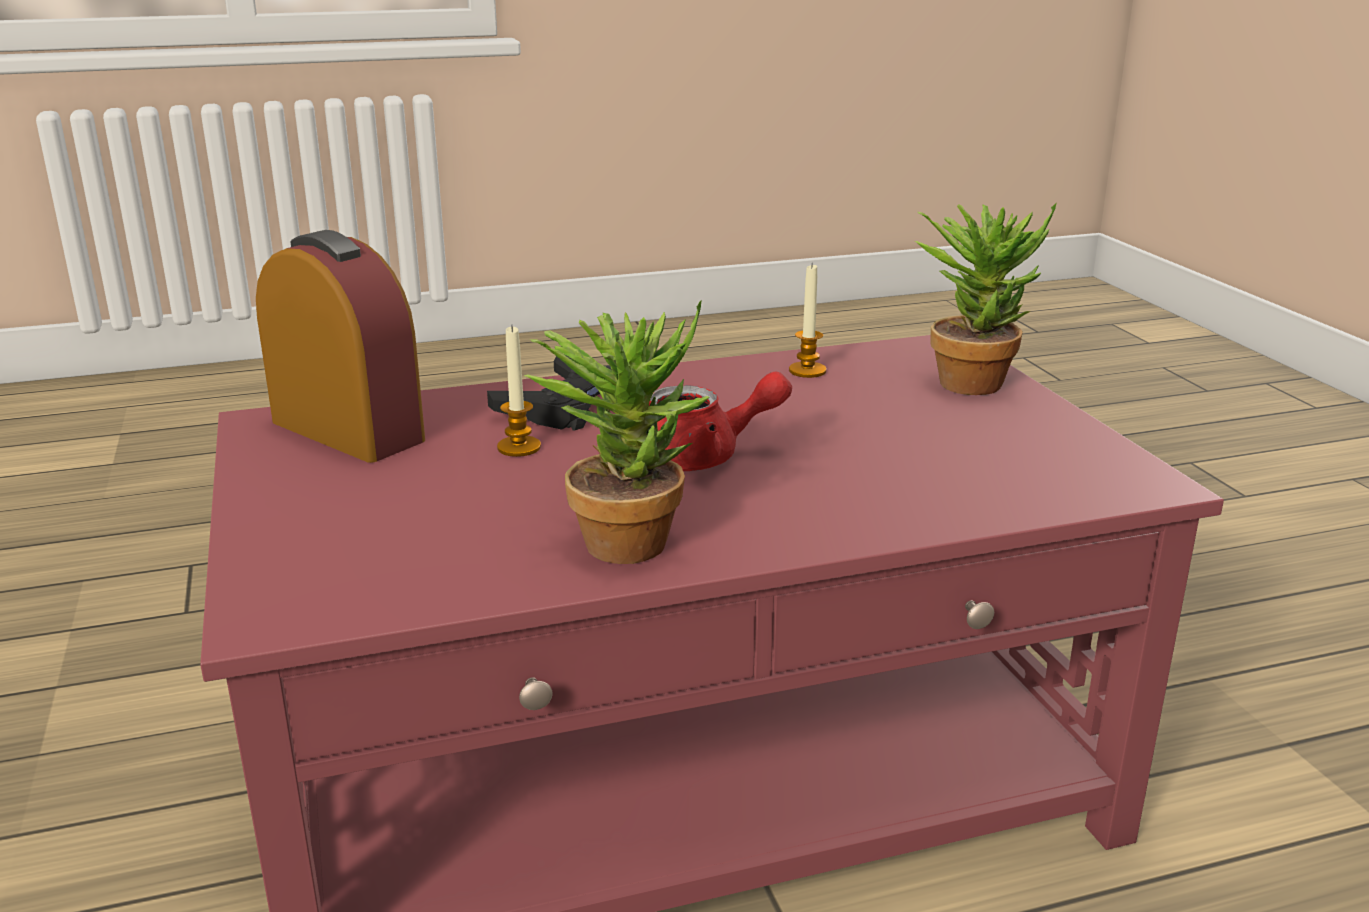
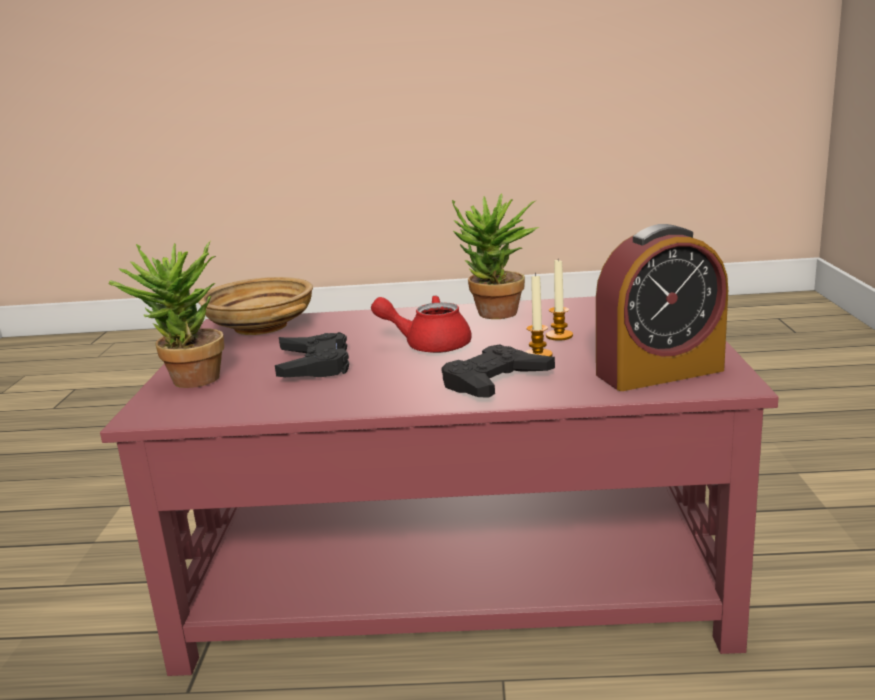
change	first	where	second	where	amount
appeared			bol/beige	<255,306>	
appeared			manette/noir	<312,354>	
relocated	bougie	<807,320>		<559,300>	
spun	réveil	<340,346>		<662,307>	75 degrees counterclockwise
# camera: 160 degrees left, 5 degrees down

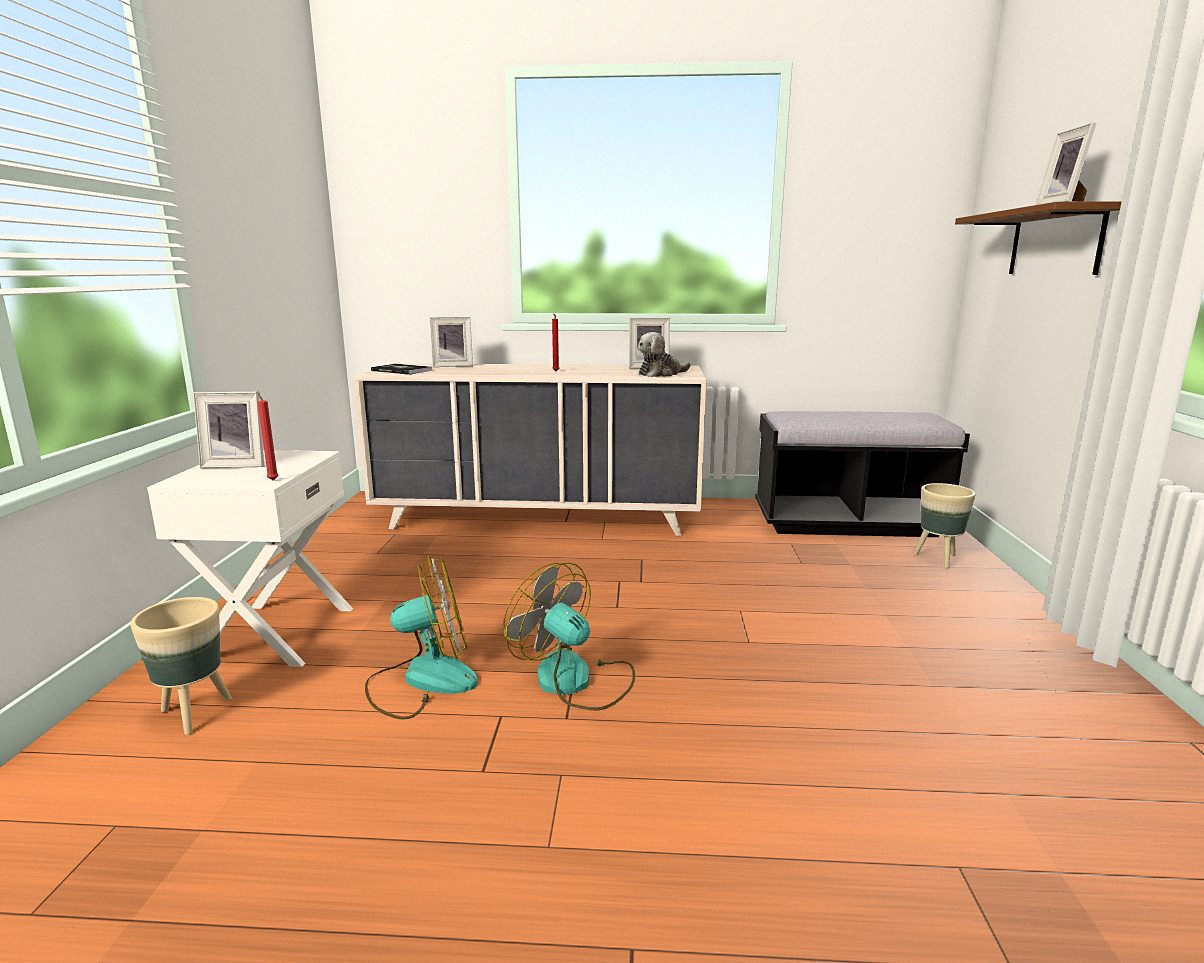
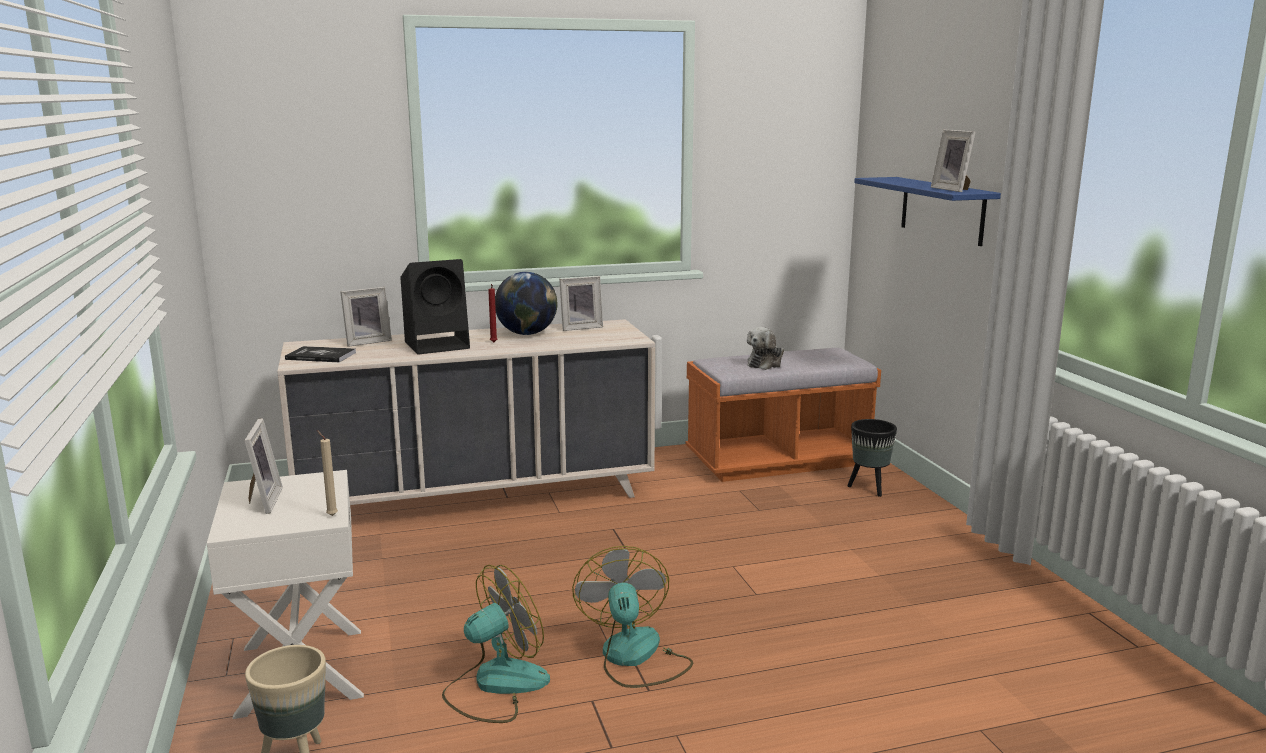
change	first	where	second	where	amount
spun	cadre photo	<228,430>		<263,466>	75 degrees counterclockwise
colour	bougie/rouge	<268,436>	bougie/beige	<327,473>	
appeared			enceinte/noir	<435,307>	
appeared			globe	<526,303>	
spun	ventilateur	<569,636>		<632,617>	60 degrees clockwise
colour	banc/noir	<862,474>	banc/orange	<783,415>	
relocated	peluche	<664,354>		<765,348>	
colour	cache-pot/beige	<944,526>	cache-pot/noir	<872,458>	
colour	étagère/marron	<1038,238>	étagère/bleu	<927,211>	
# camera: 20 degrees left, 0 degrees up

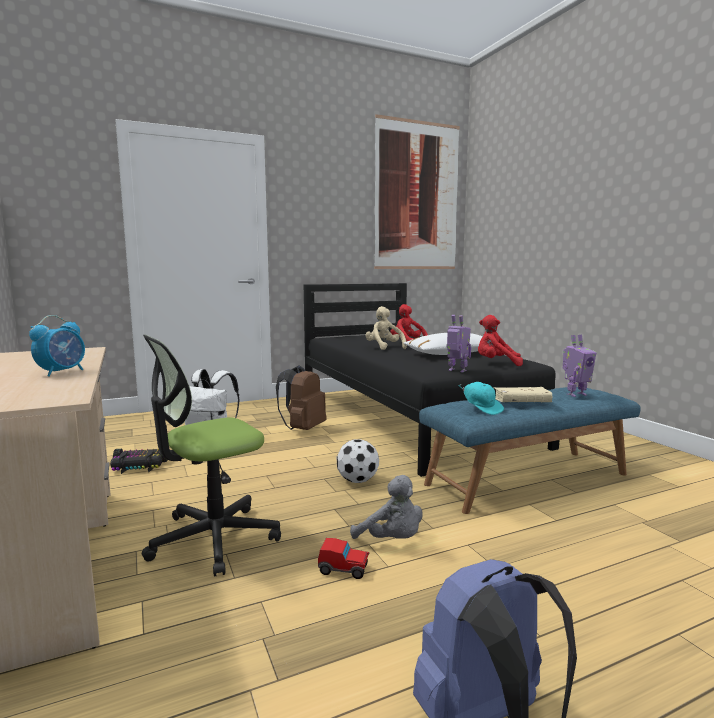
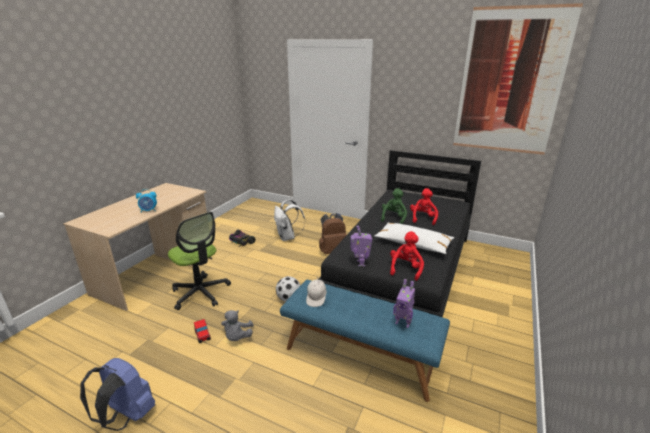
change	first	where	second	where	amount
spun	chaise de bureau	<211,456>		<199,261>	150 degrees counterclockwise
colour	casquette/turquoise	<481,398>	casquette/blanc	<316,292>	
colour	peluche/beige	<386,328>	peluche/vert	<394,206>	
spun	peluche/rouge	<500,340>		<407,256>	45 degrees clockwise
missing	livre/beige	<523,394>			
# camera: 50 degrees right, 15 degrees up

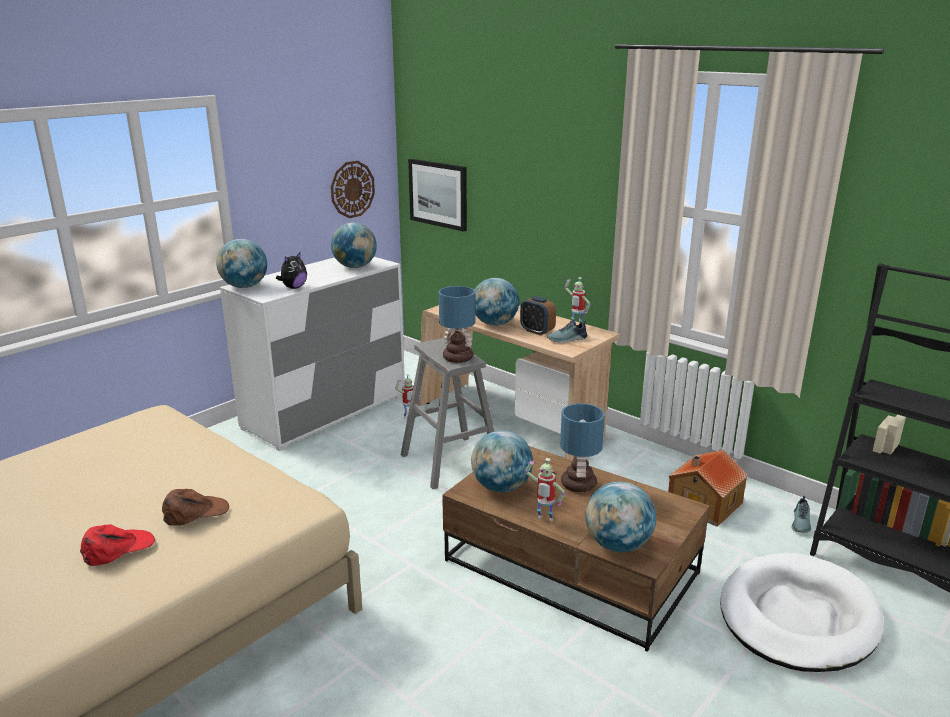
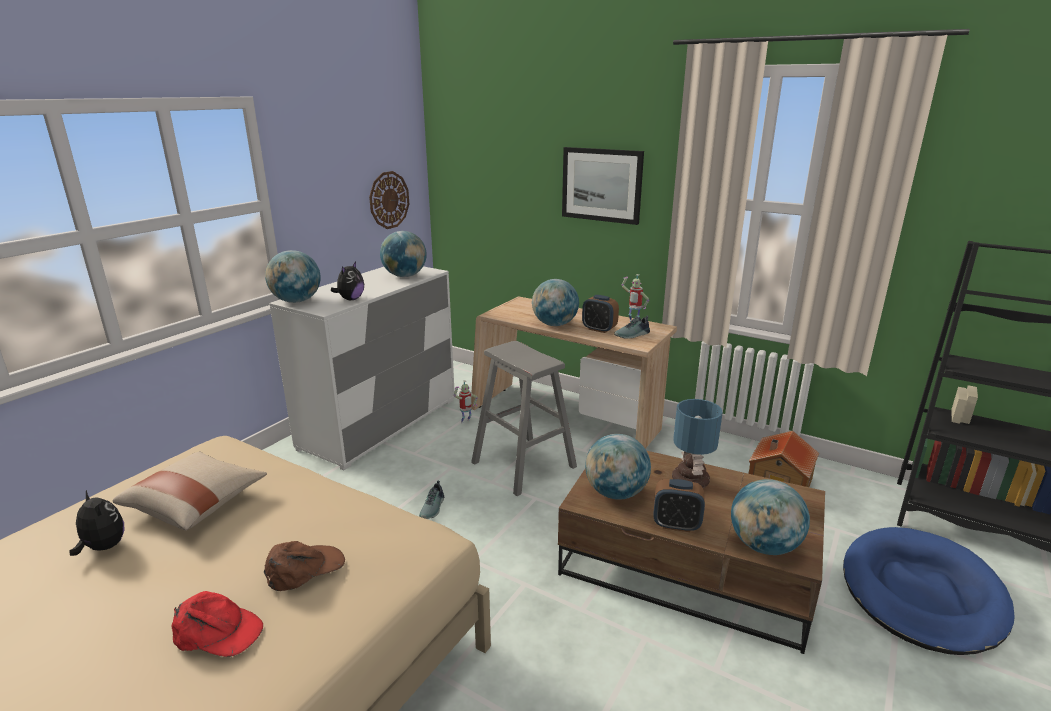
change	first	where	second	where	amount
appeared			peluche	<97,523>	
appeared			coussin/beige	<190,491>	
spun	casquette/rouge	<117,545>		<217,624>	60 degrees clockwise
relocated	chaussure	<801,514>		<431,499>	
relocated	tableau	<437,195>		<603,186>	
exchanged	robot jouet	<545,489>	réveil	<679,505>	
colour	panier pour chien/blanc	<802,612>	panier pour chien/bleu	<929,591>	
missing	lampe de table	<457,324>			
# camera: 10 degrees left, 0 degrees up

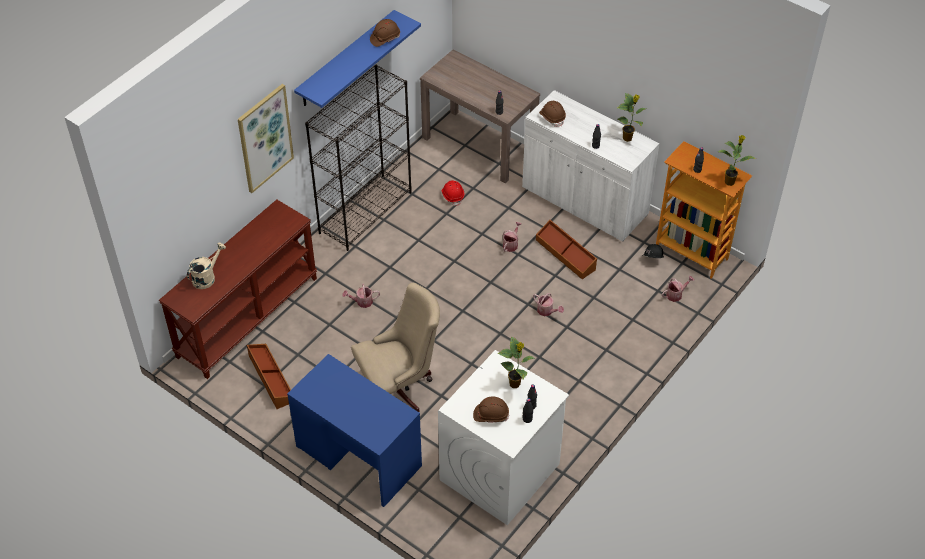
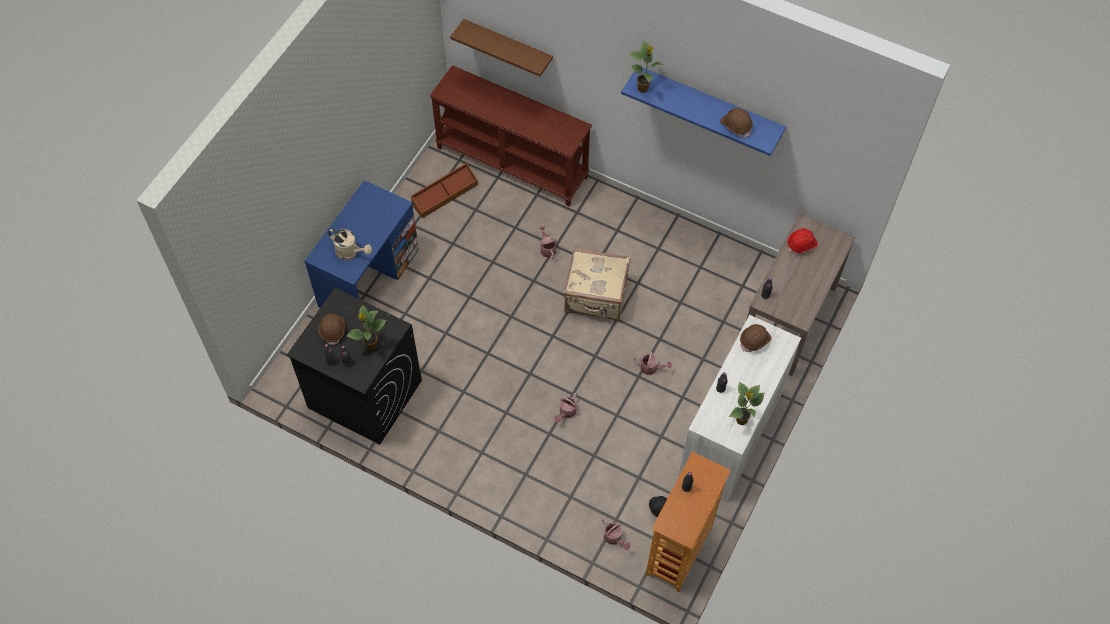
change	first	where	second	where	amount
colour	lave-linge/blanc	<503,437>	lave-linge/noir	<354,366>	
relocated	arrosoir/beige	<206,265>		<350,244>	
appeared			étagère/marron	<501,47>	
appeared			valise/beige	<596,284>	
relocated	plante en pot	<737,160>		<646,66>	
relocated	casque de chantier/rouge	<453,193>		<802,241>	
missing	tableau	<266,138>			
missing	bibliothèque/noir	<358,158>			
missing	chaise de bureau/beige	<395,347>			
missing	boîte de rangement/marron	<566,249>			
# camera: 80 degrees right, 10 degrees up

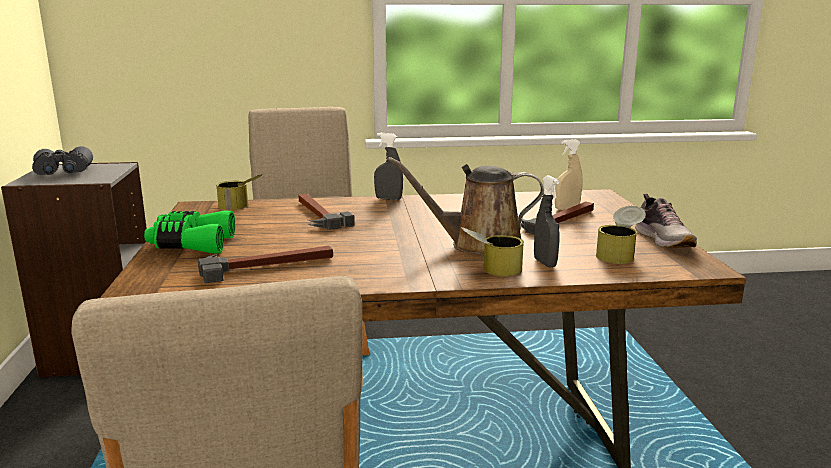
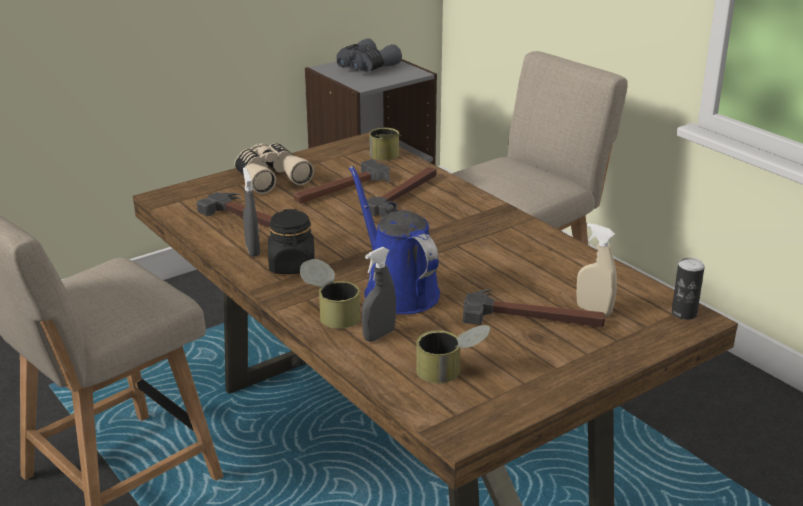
change	first	where	second	where	amount
colour	jumelles/vert	<189,232>	jumelles/beige	<274,168>	
relocated	vaporisateur/gris	<388,166>		<251,212>	
appeared			bocal/noir	<291,241>	
appeared			marteau	<342,181>	
colour	arrosoir/marron	<466,206>	arrosoir/bleu	<394,240>	
appeared			boîte métallique	<688,289>	
missing	chaussure	<666,221>			
# camera: 60 degrees right, 10 degrees up

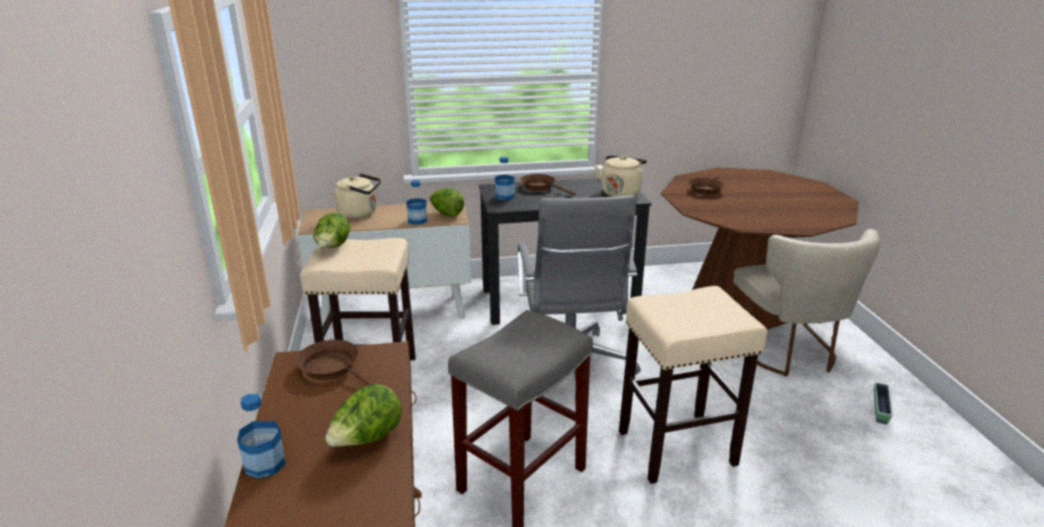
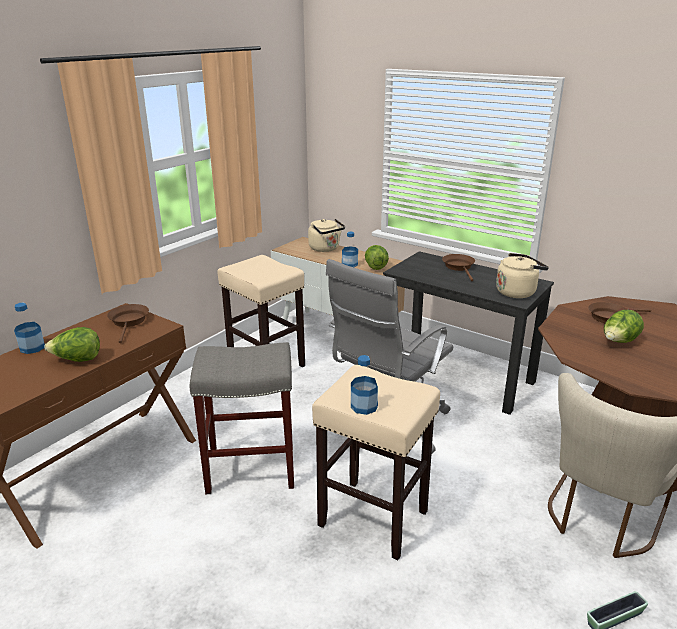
change	first	where	second	where	amount
relocated	bouteille	<505,178>		<364,385>	
relocated	laitue	<332,230>		<624,326>	
# camera: 45 degrees right, 0 degrees up

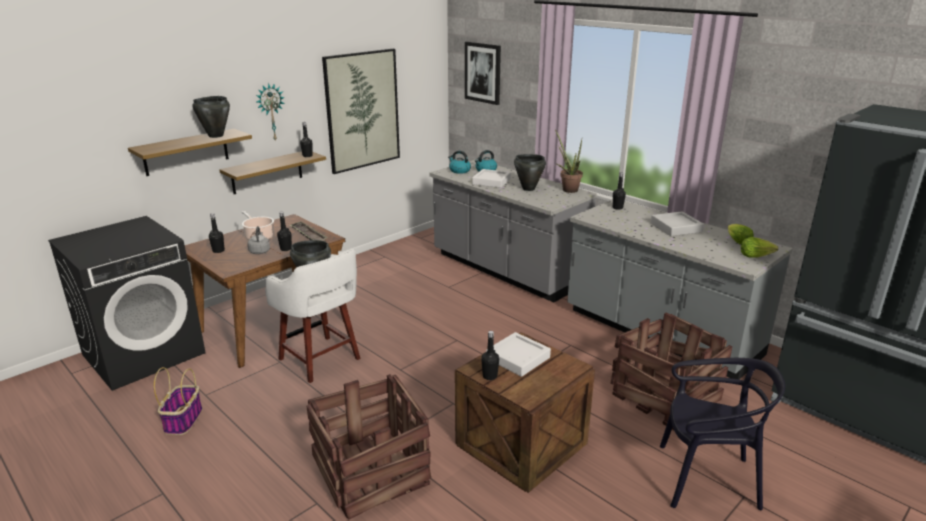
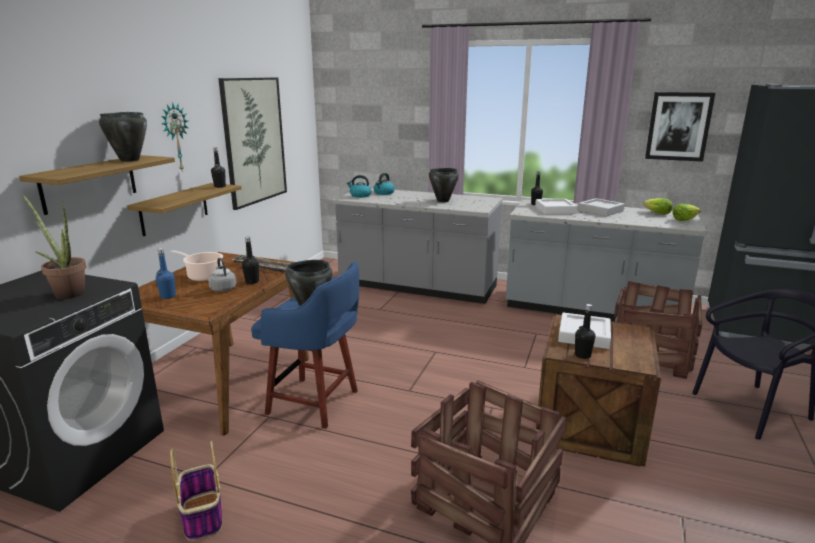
change	first	where	second	where	amount
relocated	plante en pot	<569,161>		<54,246>	
colour	bouteille/noir	<217,233>	bouteille/bleu	<166,273>	
colour	tabouret/blanc	<312,315>	tabouret/bleu	<305,345>	
relocated	plateau/blanc	<491,178>		<556,206>	
relocated	tableau	<483,73>		<680,127>	
# camera: 25 degrees left, 5 degrees down

